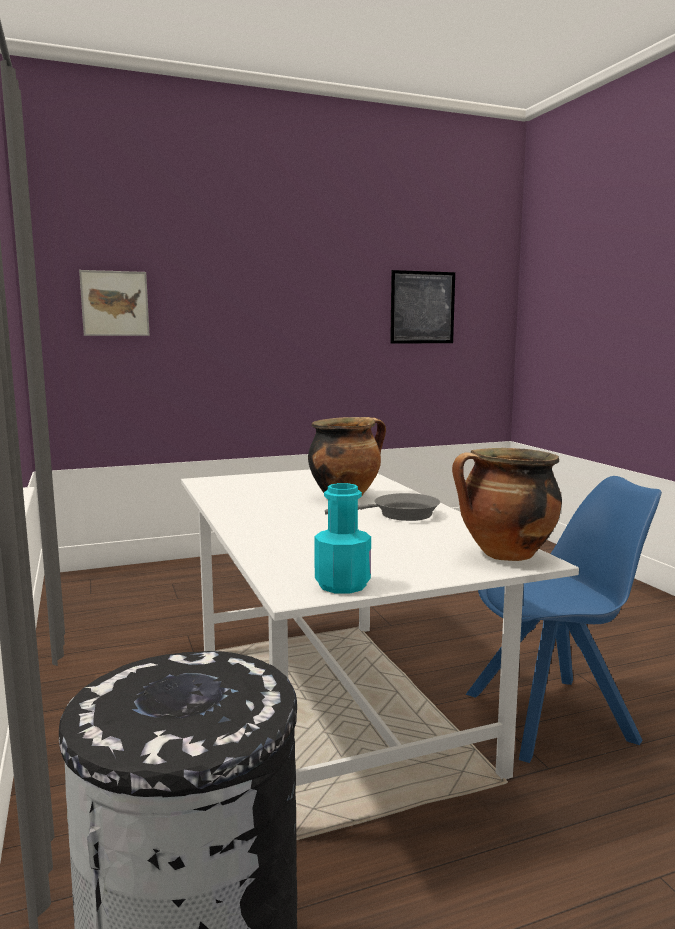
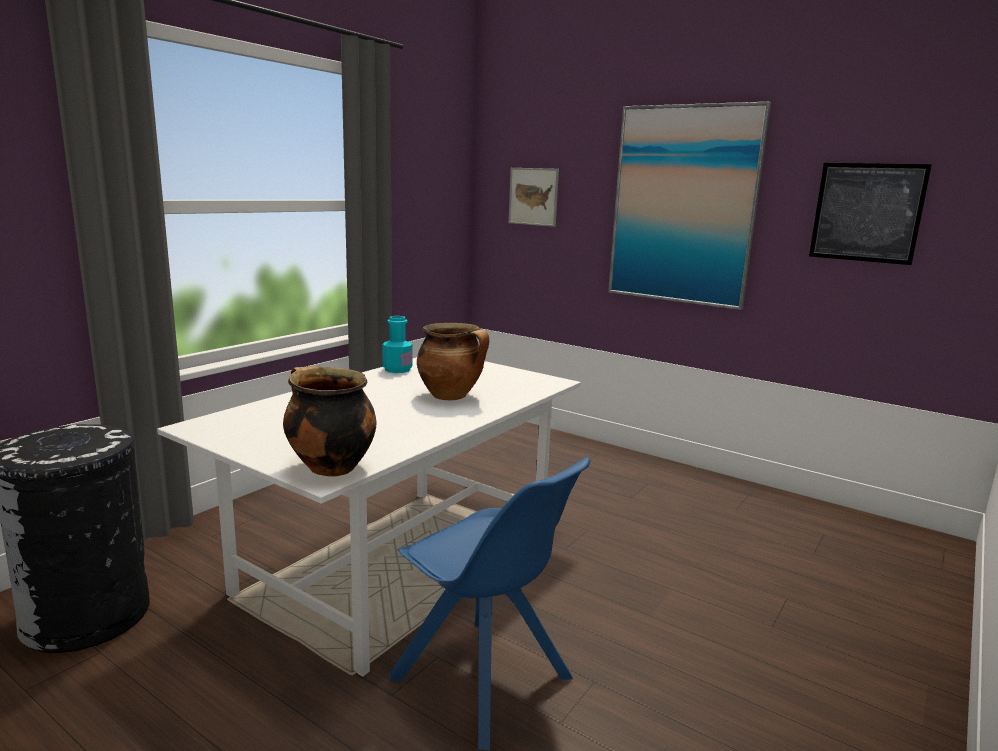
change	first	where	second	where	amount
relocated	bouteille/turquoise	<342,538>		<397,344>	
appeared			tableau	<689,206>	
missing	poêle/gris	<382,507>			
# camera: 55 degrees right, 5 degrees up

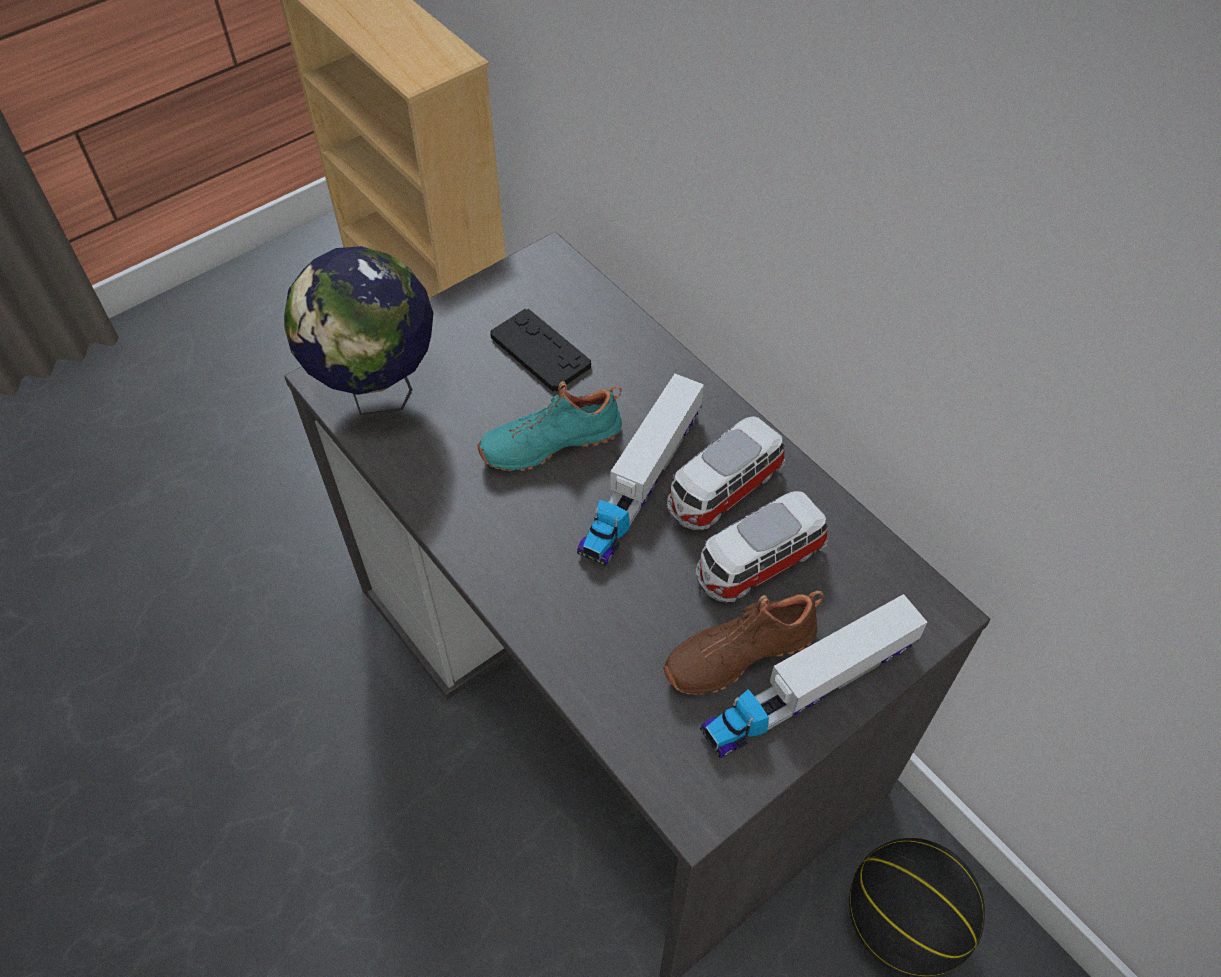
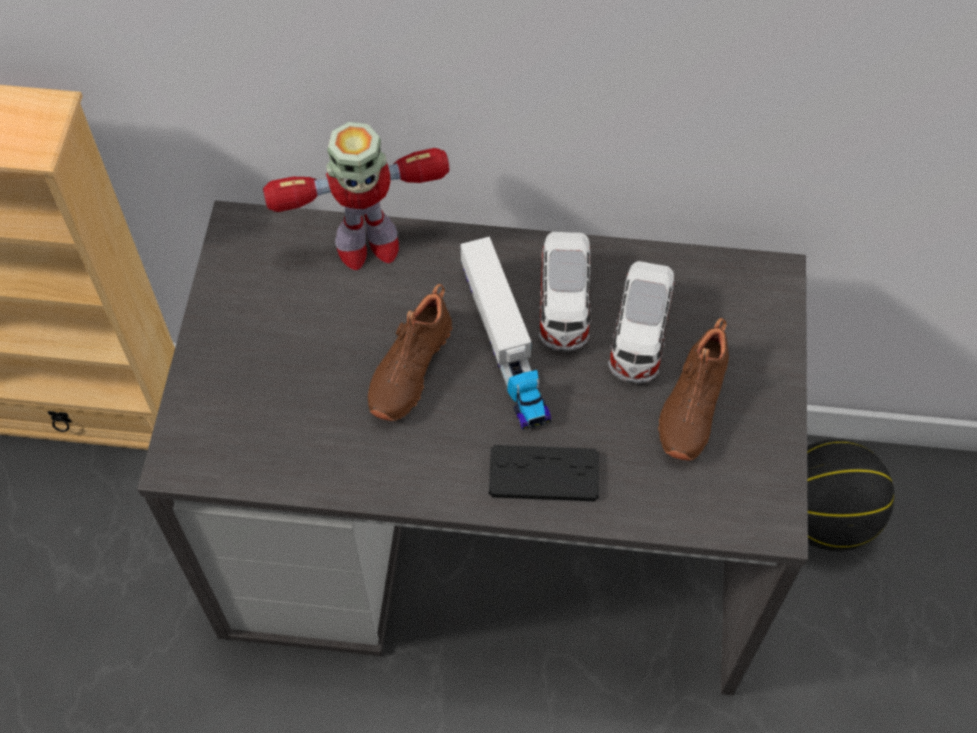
change	first	where	second	where	amount
appeared			robot jouet	<356,196>	
colour	chaussure/turquoise	<550,426>	chaussure/marron	<410,352>	
relocated	manette/noir	<540,350>		<544,473>	
missing	globe	<359,330>			
missing	camion jouet	<814,676>			
# camera: 45 degrees left, 5 degrees up

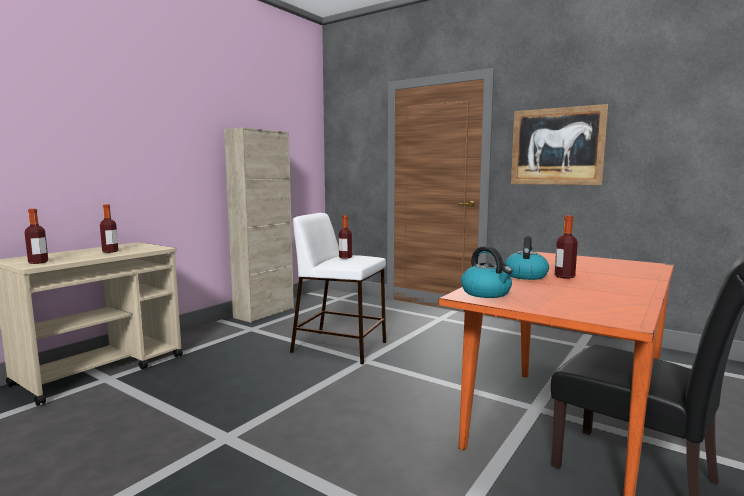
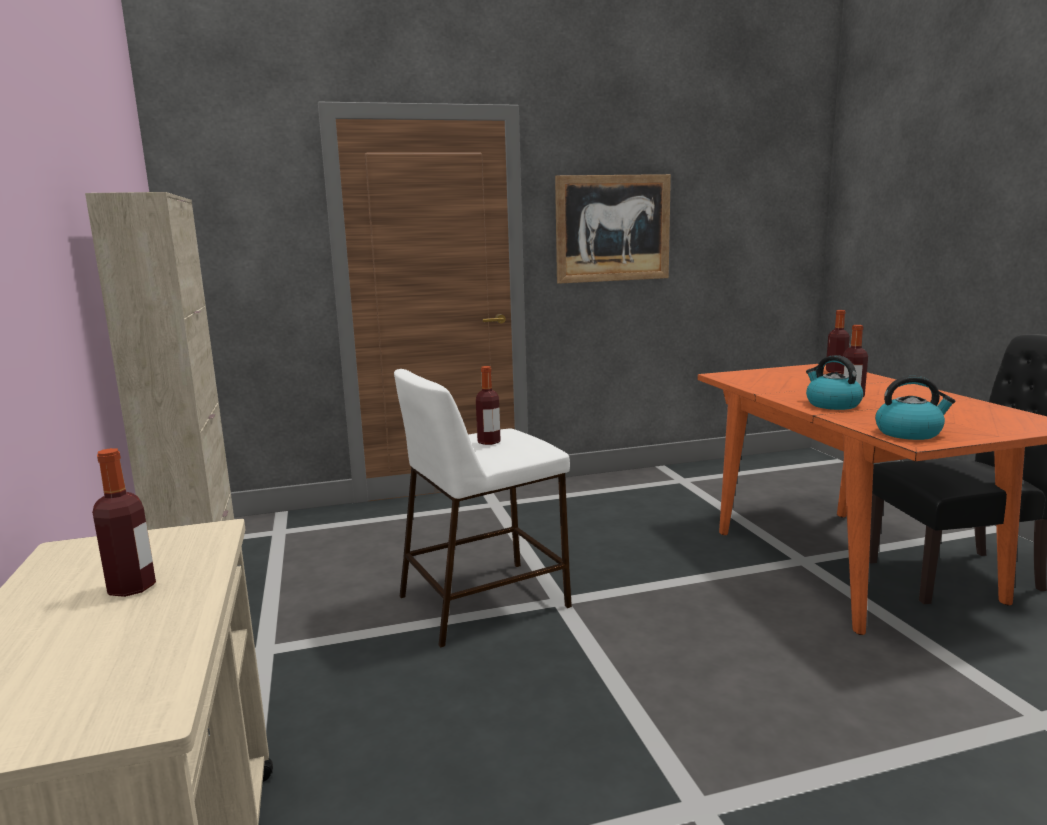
change	first	where	second	where	amount
relocated	bouteille	<36,236>		<838,341>	
# camera: 50 degrees left, 5 degrees up

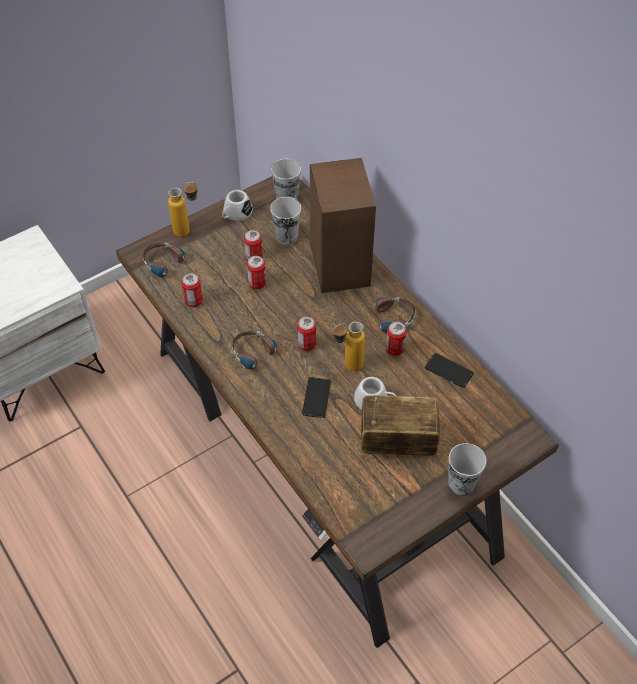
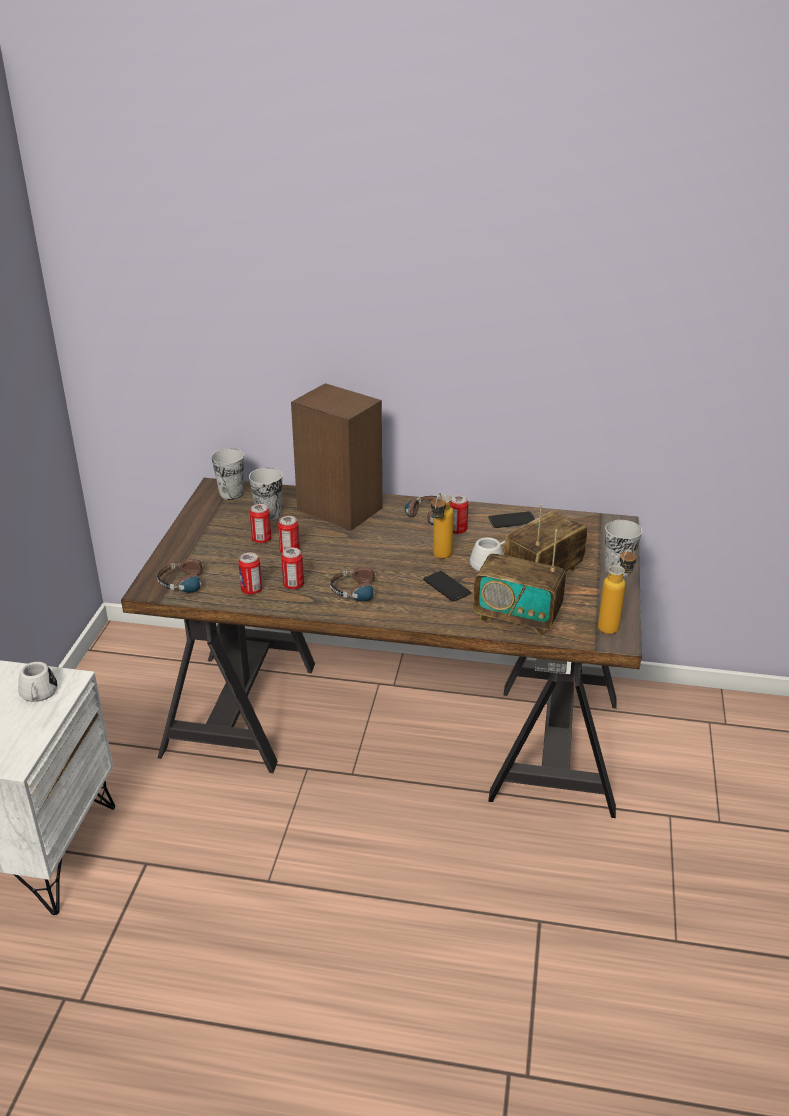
change	first	where	second	where	amount
relocated	mug/blanc	<237,205>		<38,682>	
relocated	boîte métallique	<306,334>		<292,568>	
appeared			radio	<519,582>	
relocated	bouteille	<183,209>		<617,590>	
# camera: 45 degrees left, 20 degrees down

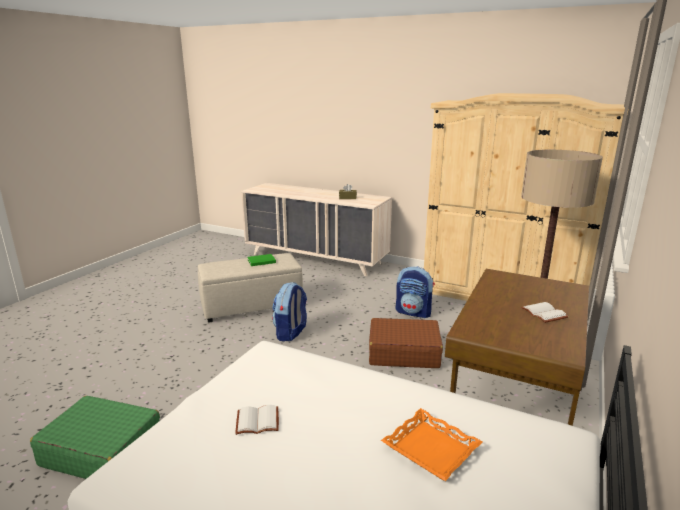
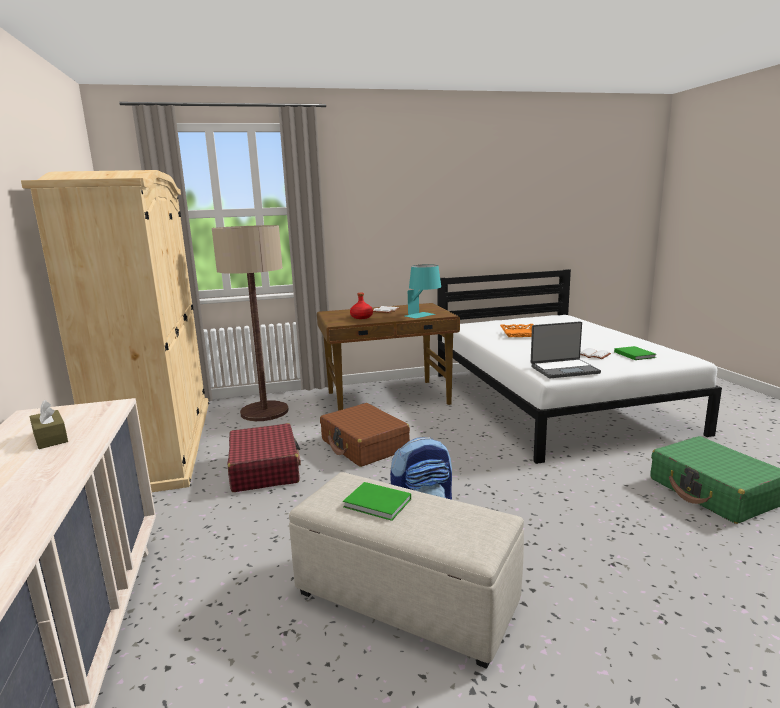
change	first	where	second	where	amount
exchanged	sac à dos	<415,292>	valise/rouge	<264,457>	
appeared			bouteille/rouge	<361,306>	
appeared			lampe de table/turquoise	<423,291>	
appeared			ordinateur portable	<566,349>	
appeared			livre/vert	<635,353>	
# camera: 130 degrees left, 5 degrees down

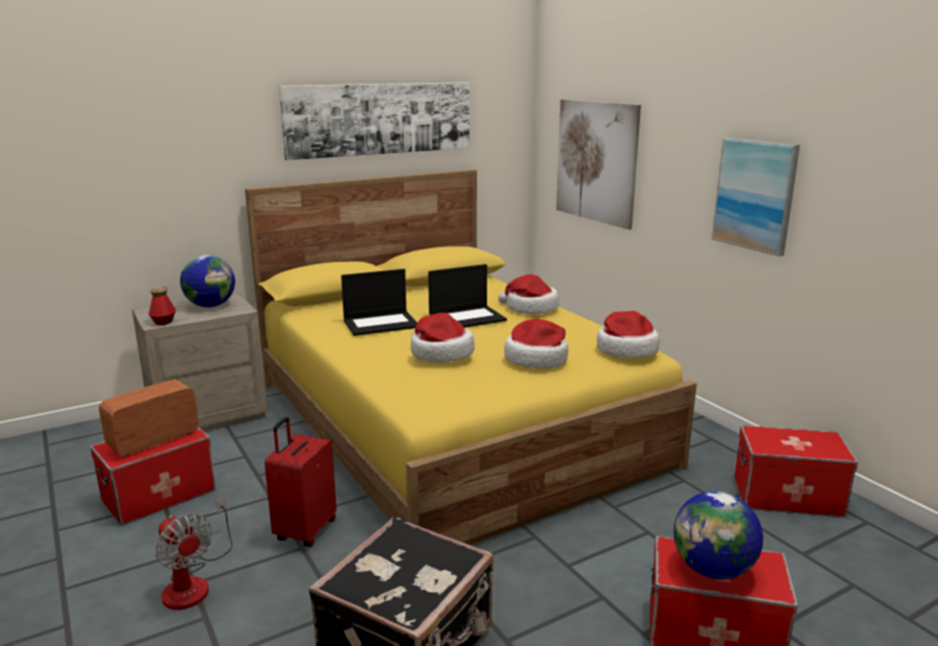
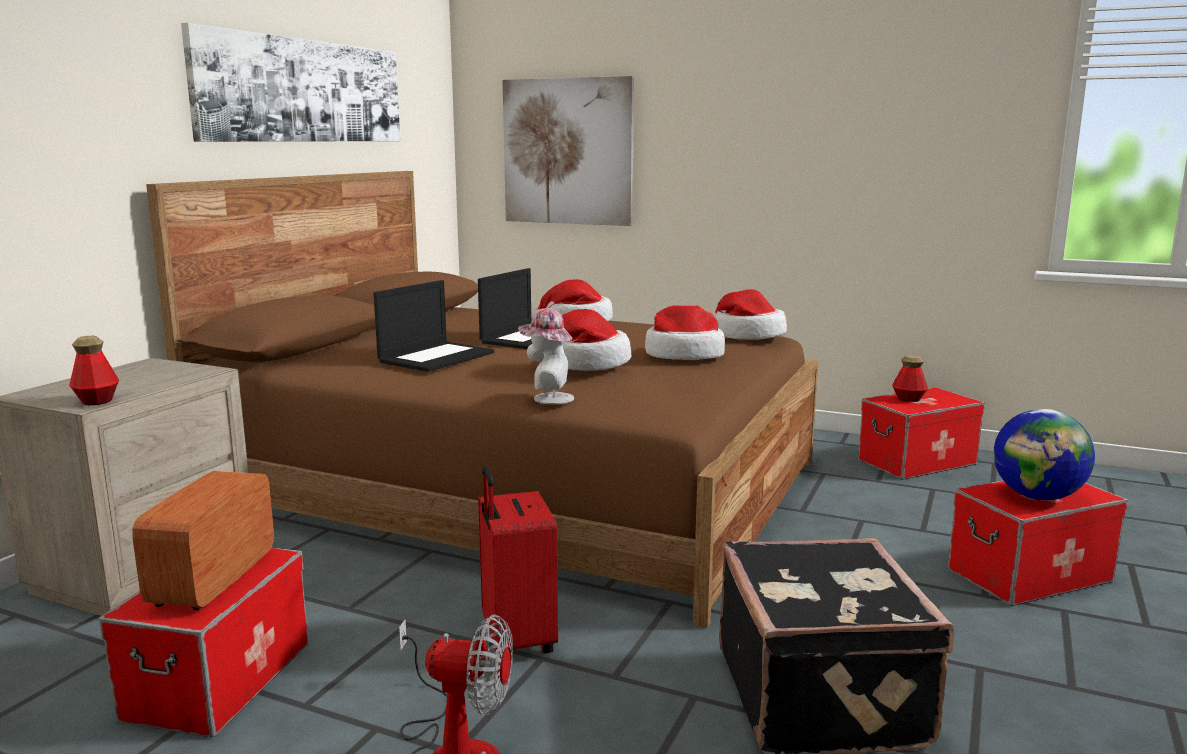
change	first	where	second	where	amount
colour	lit/jaune	<471,357>	lit/marron	<482,399>	
appeared			chapeau	<546,356>	
appeared			bouteille	<910,378>	
missing	globe	<207,281>			
missing	tableau	<755,196>			
# camera: 35 degrees left, 5 degrees down

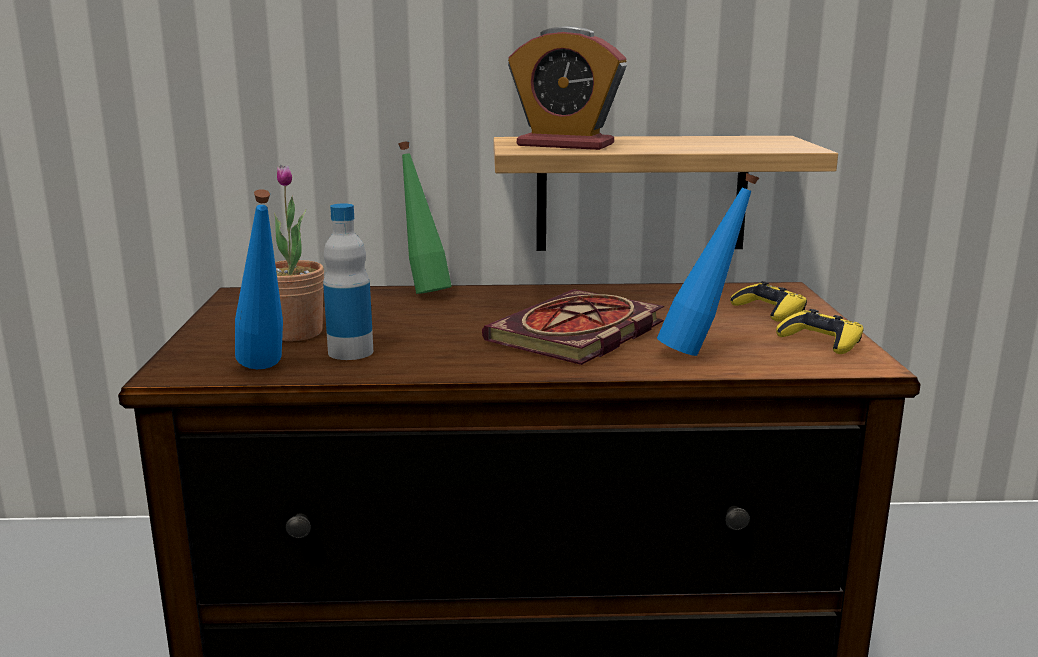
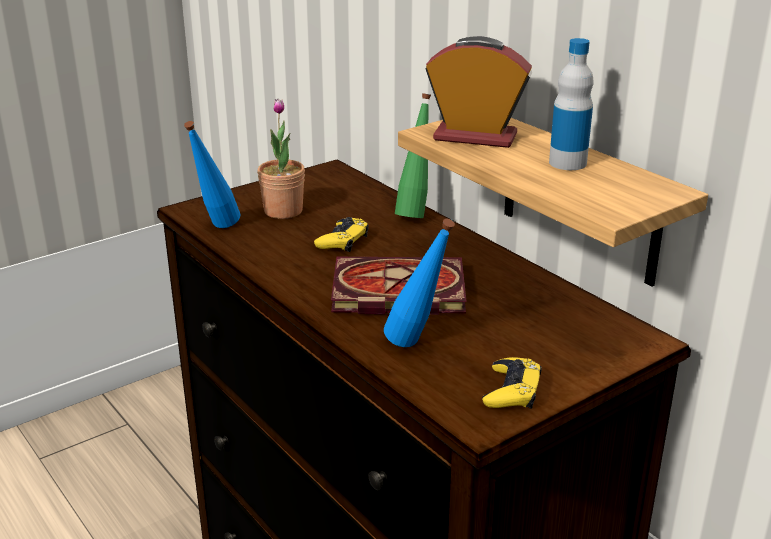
change	first	where	second	where	amount
relocated	manette/jaune	<768,301>		<341,234>	
spun	réveil	<567,88>		<479,92>	120 degrees clockwise
relocated	bouteille	<348,281>		<571,104>	
# camera: 55 degrees right, 10 degrees up

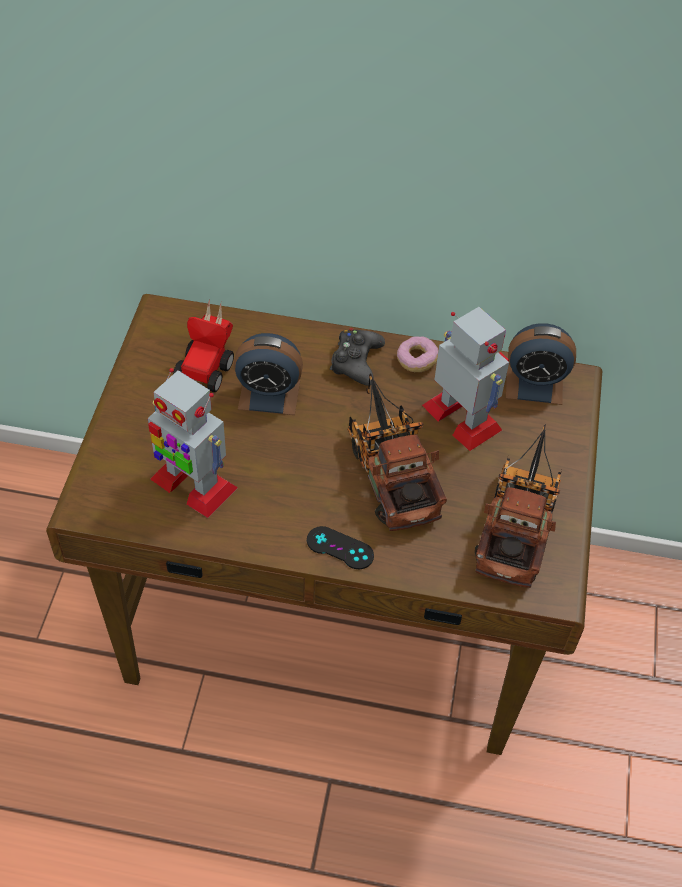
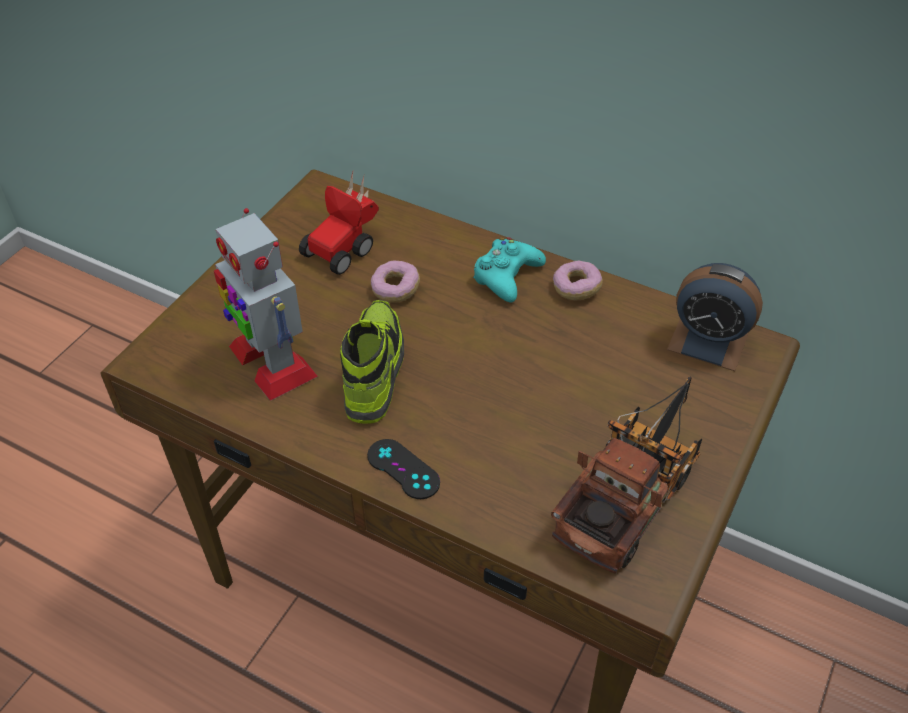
change	first	where	second	where	amount
appeared			chaussure	<372,362>	
exchanged	réveil	<268,374>	beignet	<395,282>	
colour	manette/noir	<357,357>	manette/turquoise	<509,269>	
missing	camion jouet	<397,452>			
missing	robot jouet	<465,379>			
# camera: 20 degrees right, 5 degrees down

